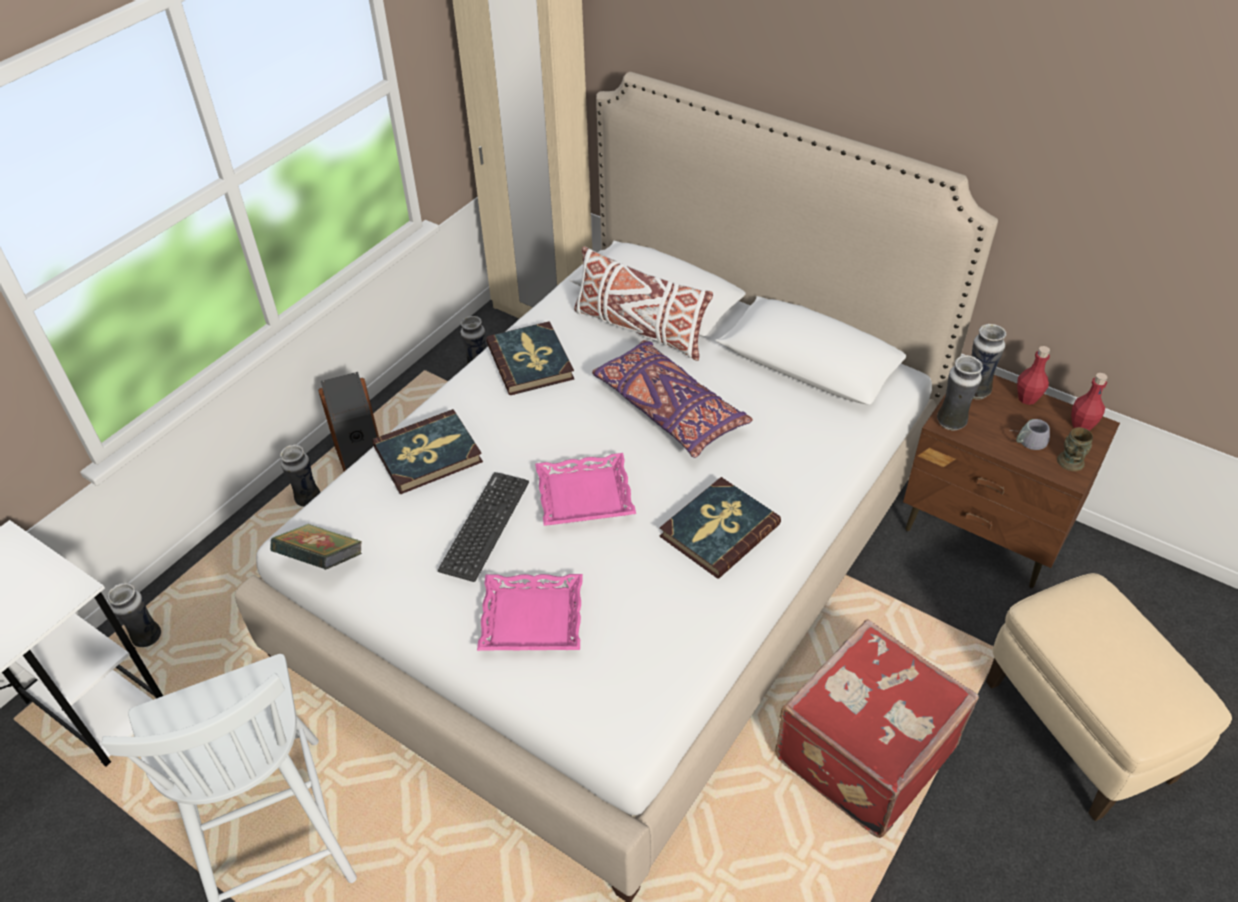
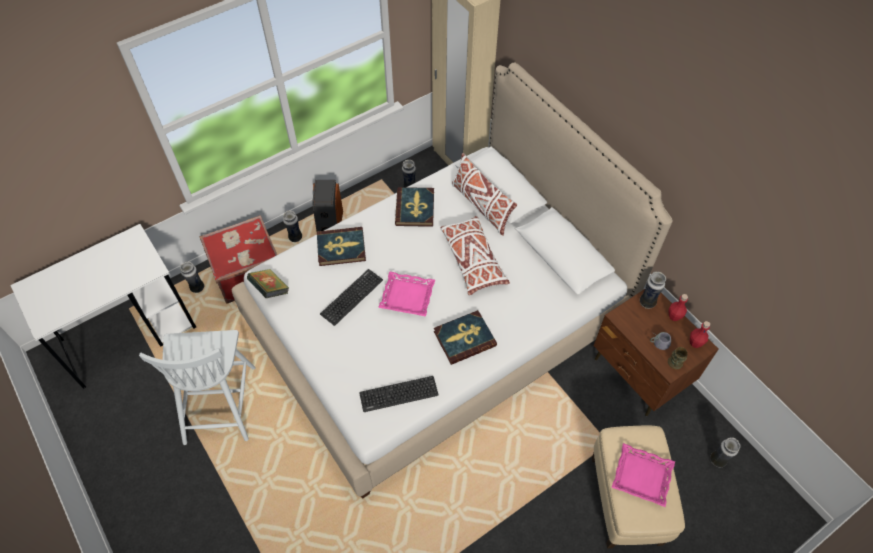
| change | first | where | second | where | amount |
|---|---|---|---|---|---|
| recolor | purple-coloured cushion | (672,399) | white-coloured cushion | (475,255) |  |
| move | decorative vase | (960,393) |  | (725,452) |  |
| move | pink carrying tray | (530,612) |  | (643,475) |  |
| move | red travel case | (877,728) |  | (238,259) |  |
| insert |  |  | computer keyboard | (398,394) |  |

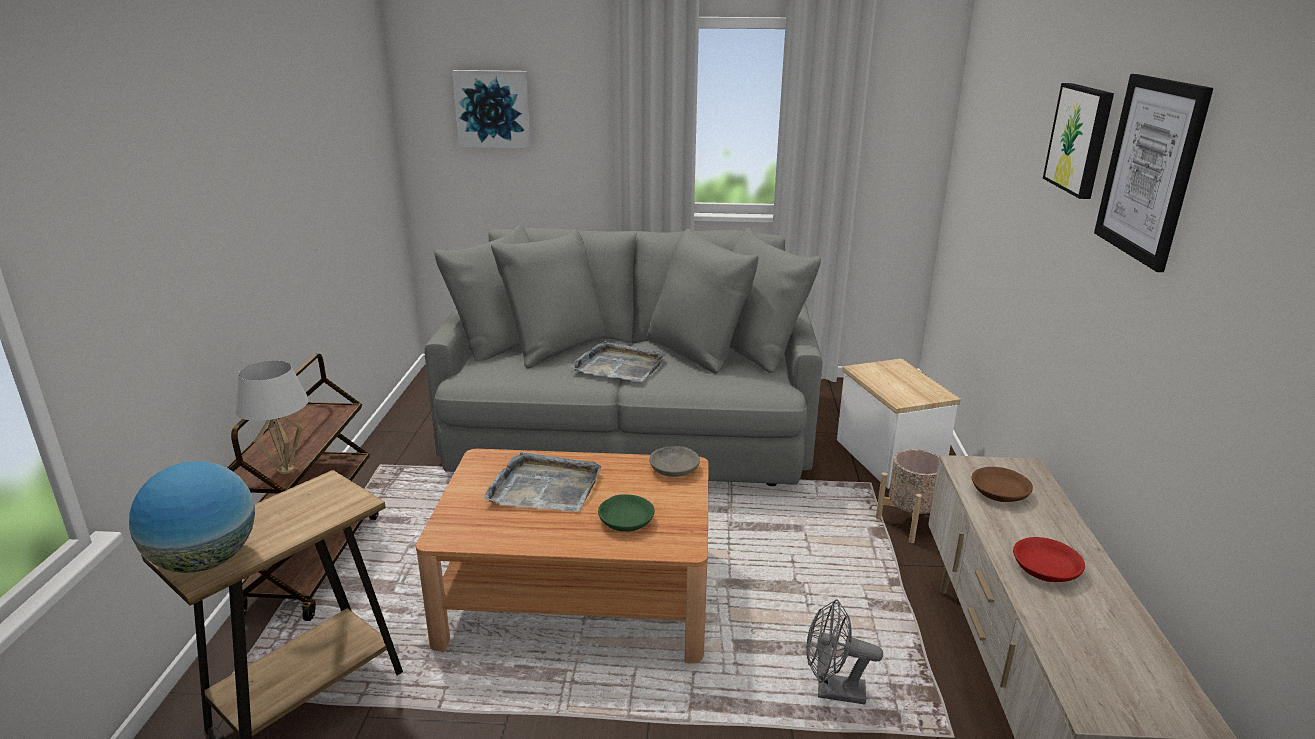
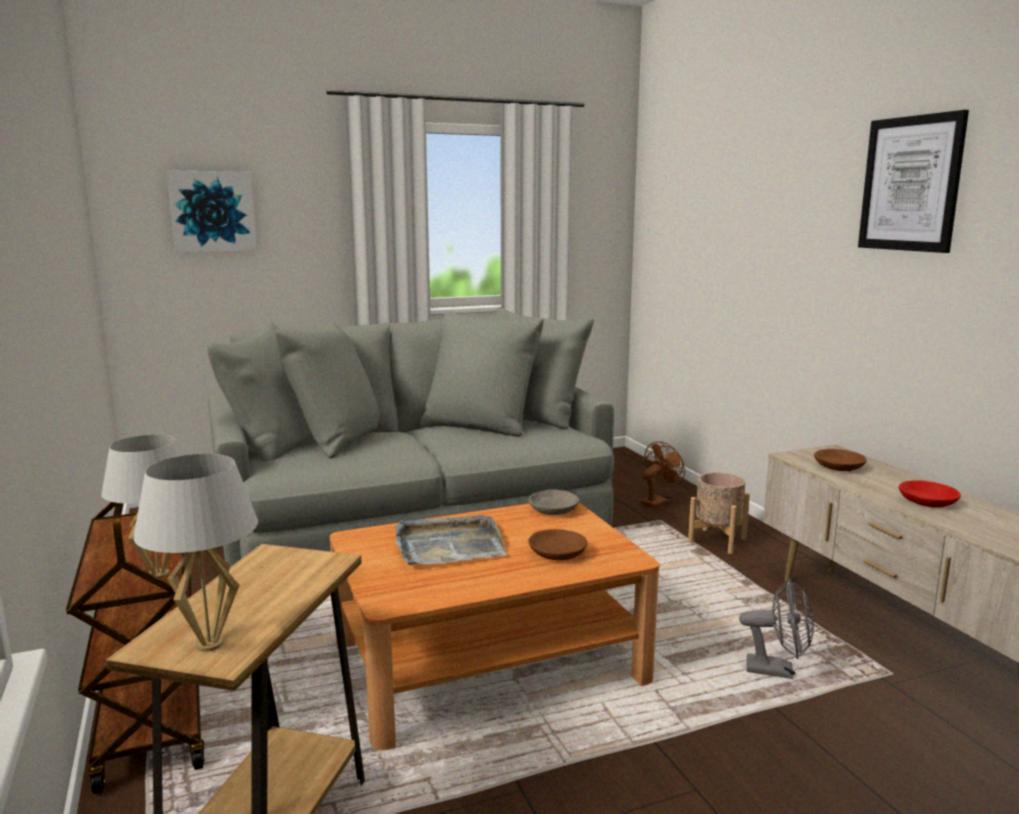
| change | first | where | second | where | amount |
|---|---|---|---|---|---|
| delete | wall picture | (1078,141) |  |  |  |
| delete | gray carrying tray | (618,361) |  |  |  |
| replace | accent table | (899,423) | brown-coloured fan | (662,474) |  |
| replace | globe | (192,517) | white-coloured lamp for a table | (196,553) |  |
| recolor | green-coloured bowl | (626,513) | brown-coloured bowl | (557,544) |  |
| rotate | gray fan | (844,651) |  | (776,628) | 150 degrees counterclockwise |

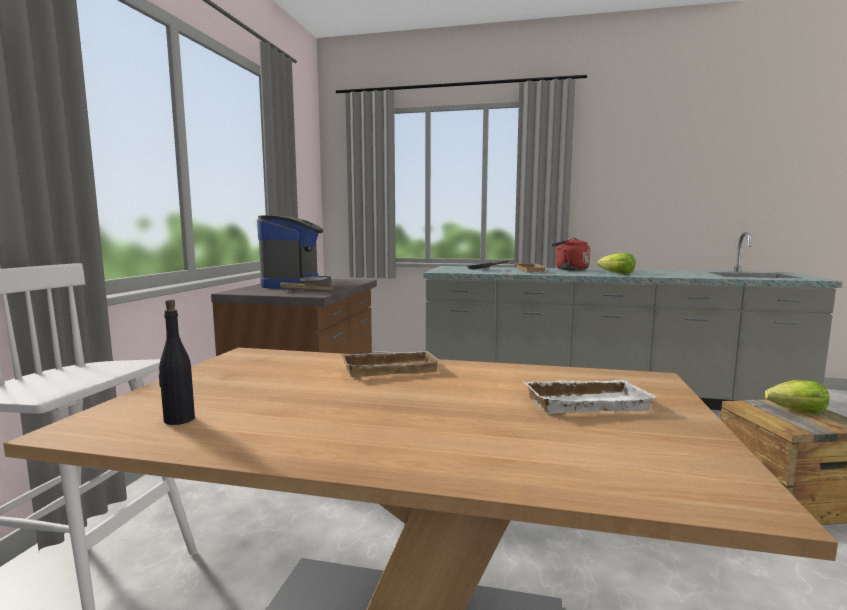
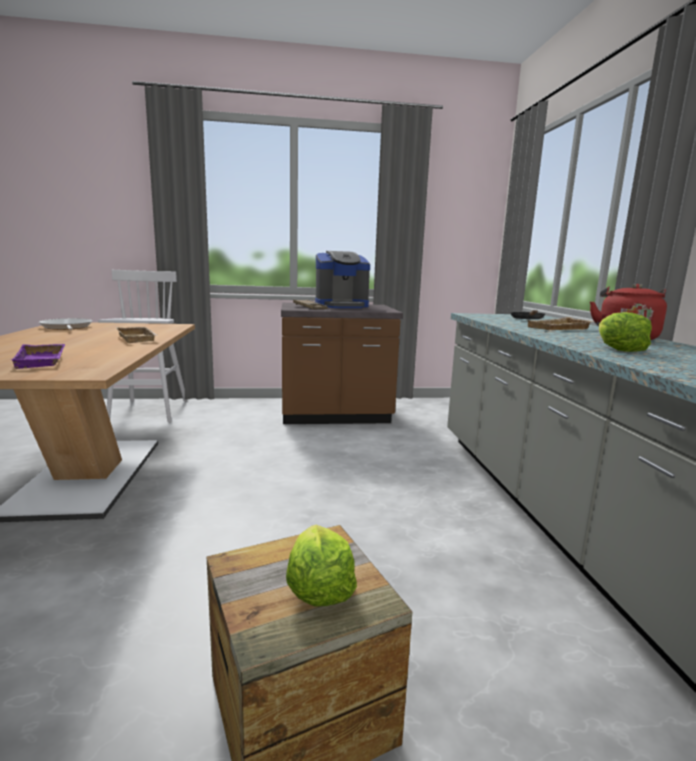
| change | first | where | second | where | amount |
|---|---|---|---|---|---|
| replace | black-coloured drink bottle | (177,362) | skillet | (65,324) |  |
| recolor | white-coloured carrying tray | (589,397) | purple-coloured carrying tray | (38,356) |  |

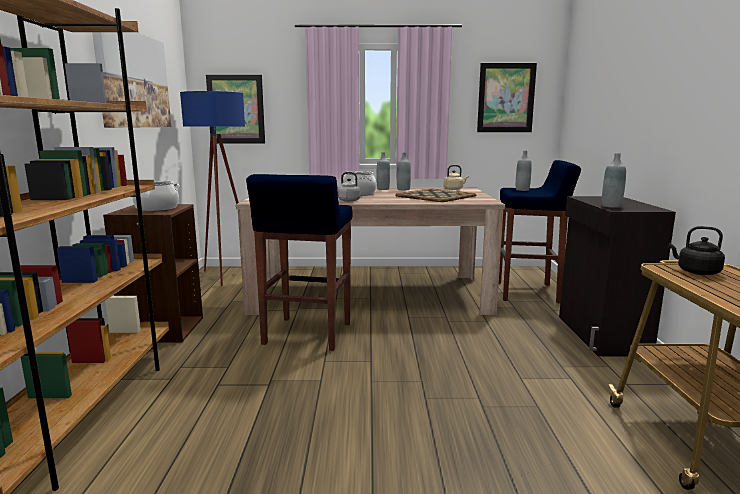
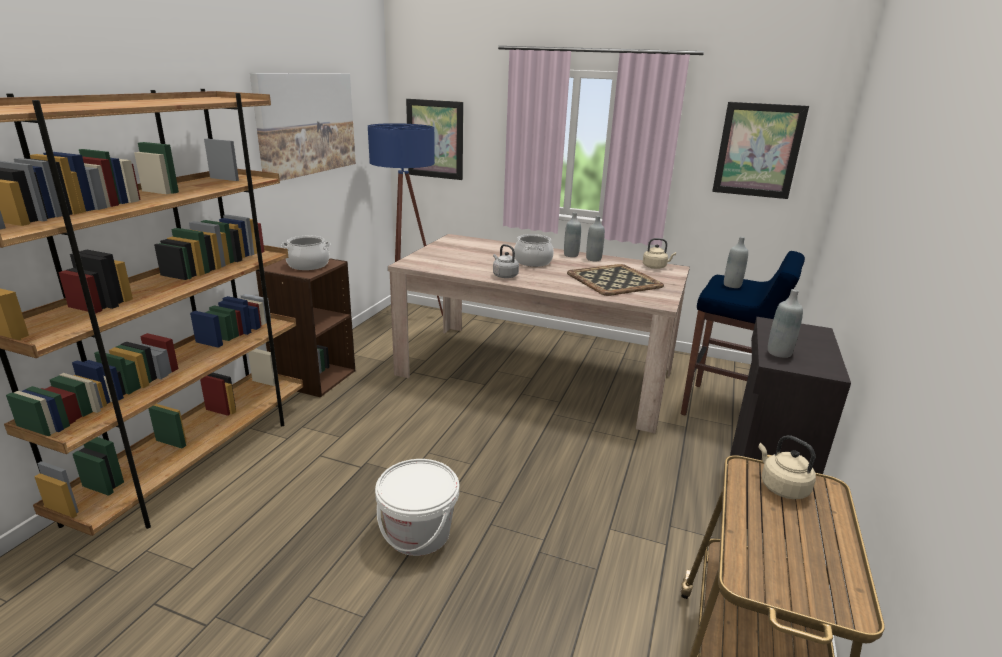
| change | first | where | second | where | amount |
|---|---|---|---|---|---|
| delete | blue-coloured stool seat | (299,262) |  |  |  |
| recolor | black-coloured kettle | (696,250) | beige kettle | (787,467) |  |
| insert |  |  | white-coloured bucket | (417,507) |  |

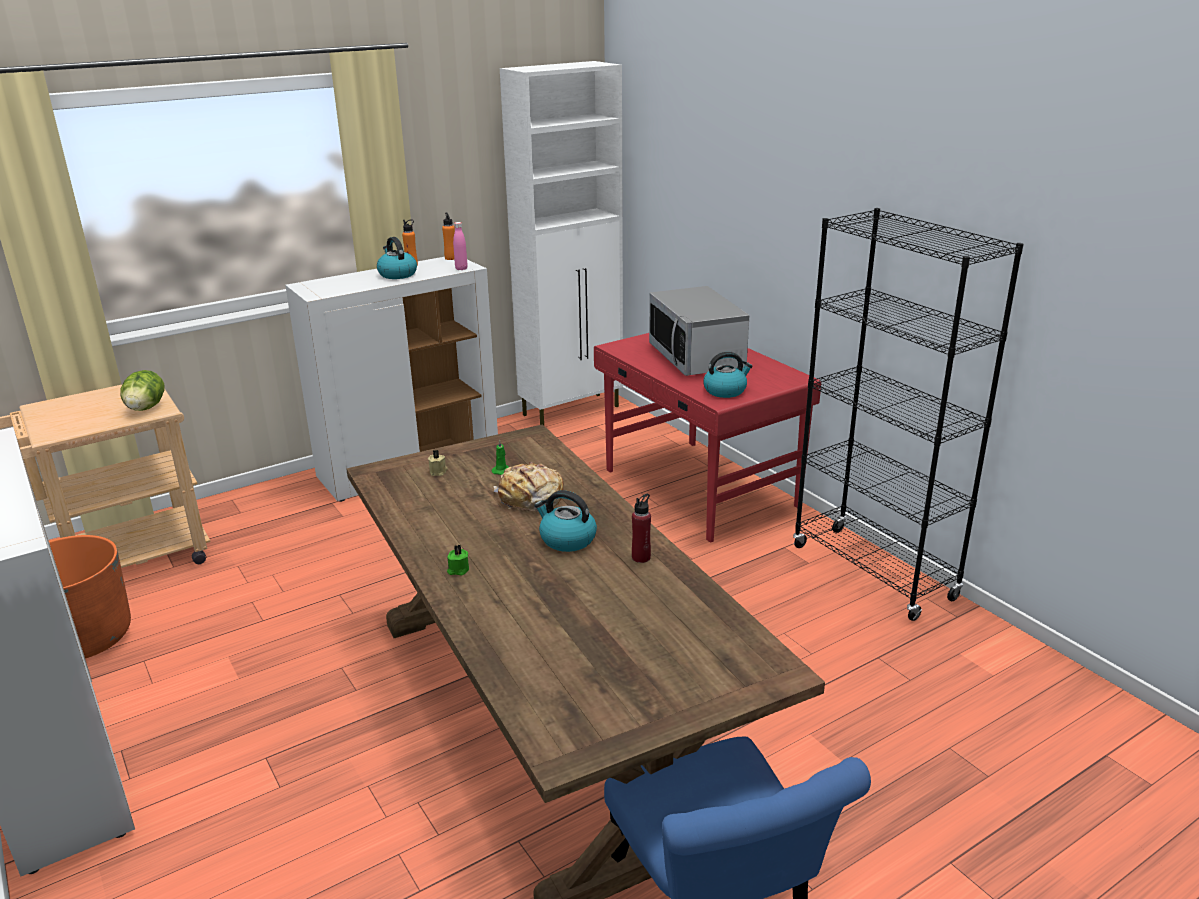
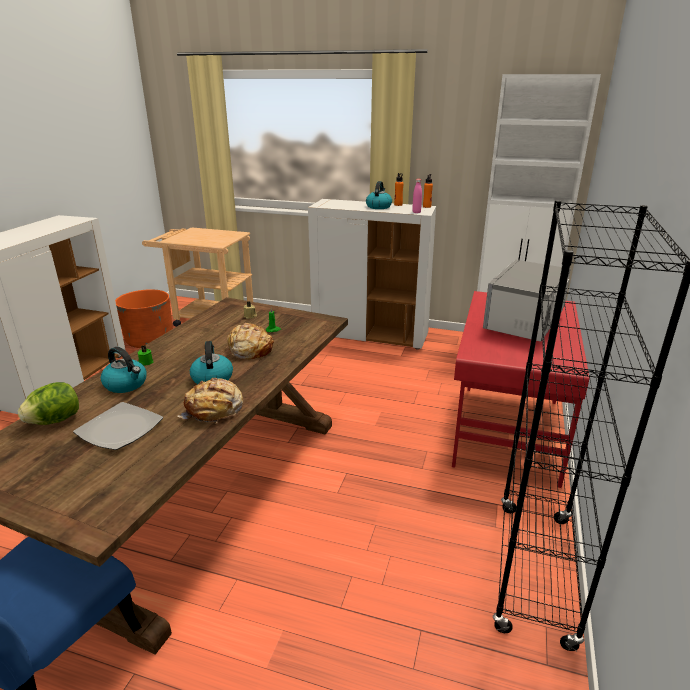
| change | first | where | second | where | amount |
|---|---|---|---|---|---|
| move | kettle | (728,375) |  | (123,370) |  |
| move | head of lettuce | (142,390) |  | (48,403) |  |
| replace | red drink bottle | (641,528) | baked bread | (210,400) |  |
| insert |  |  | dinner plate | (118,426) |  |

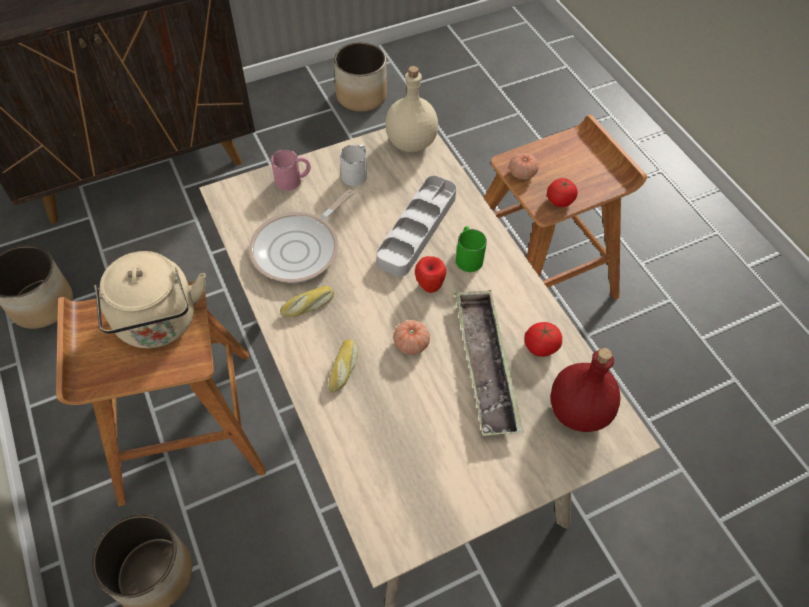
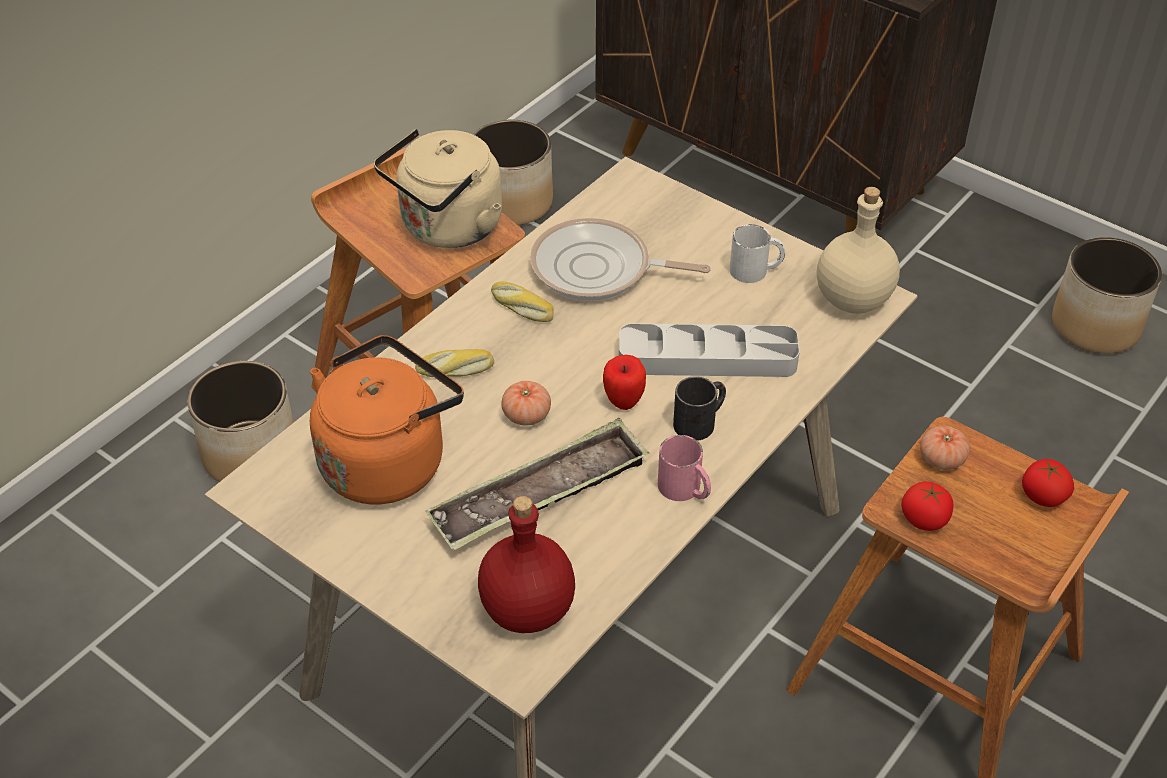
| change | first | where | second | where | amount |
|---|---|---|---|---|---|
| move | pink tea mug | (290,170) |  | (684,468) |  |
| recolor | green-coloured tea mug | (471,249) | black-coloured tea mug | (699,408) |  |
| move | whole tomato | (543,339) |  | (1048,483) |  |
| insert |  |  | orange-coloured kettle | (387,419) |  |

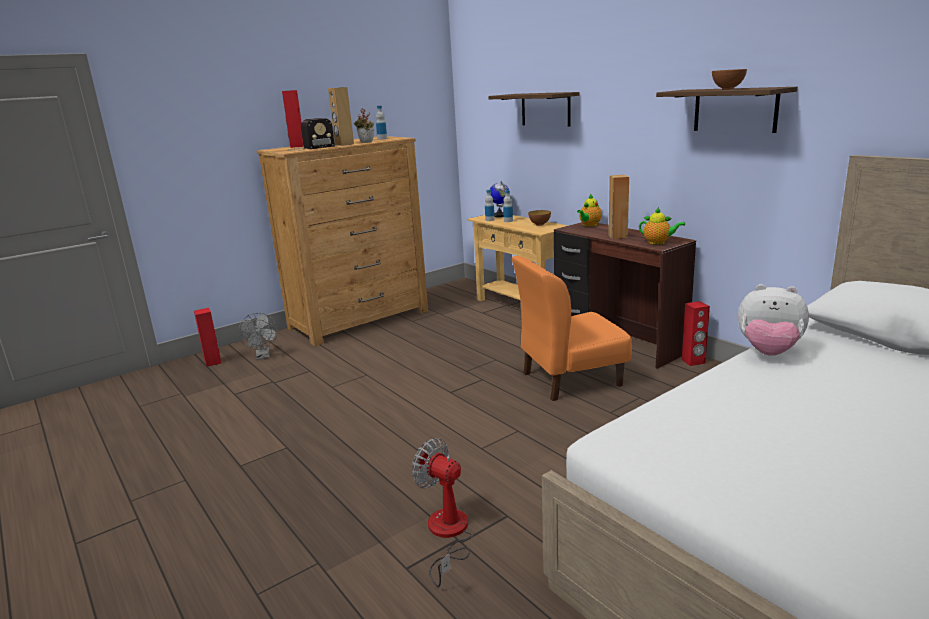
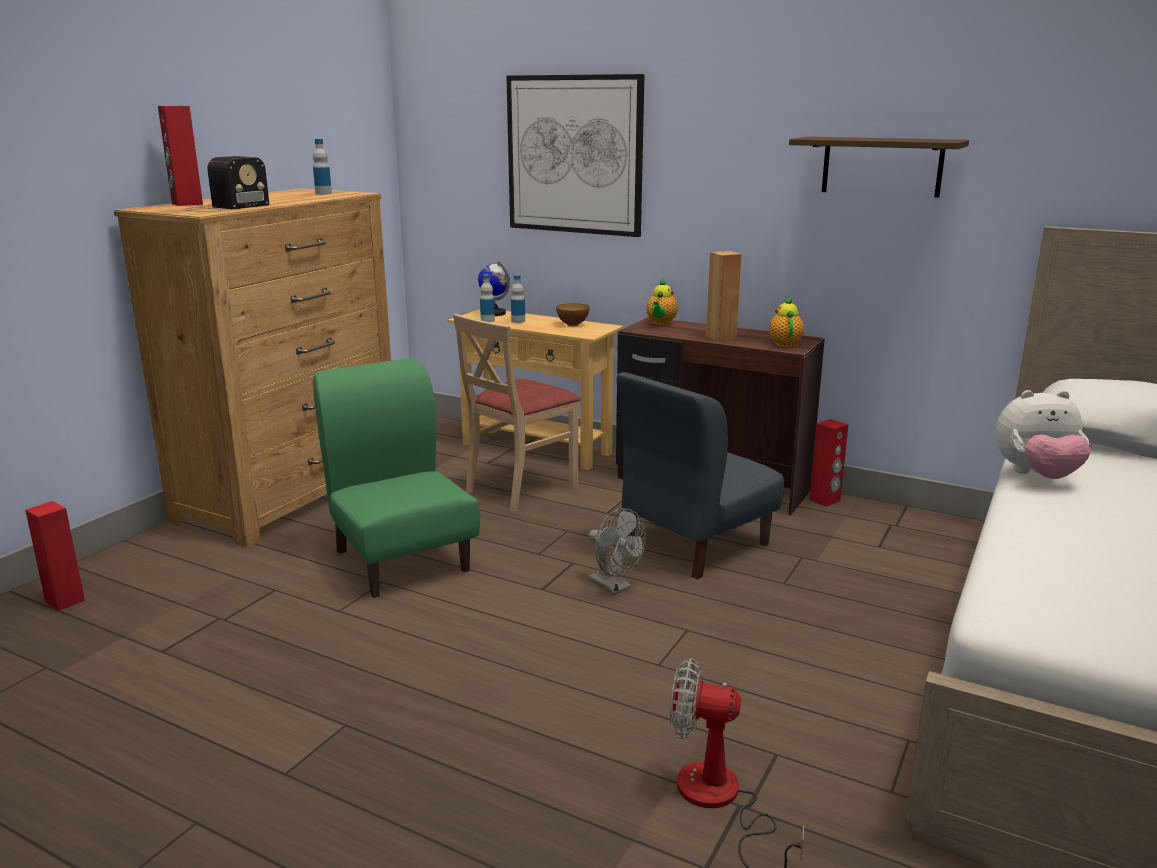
| change | first | where | second | where | amount |
|---|---|---|---|---|---|
| delete | bowl | (729,79) |  |  |  |
| delete | brown-coloured speaker | (341,116) |  |  |  |
| replace | bracket shelf | (533,109) | wall picture | (575,155) |  |
| delete | plant in a pot | (364,125) |  |  |  |
| rotate | pot for tea | (662,225) |  | (786,321) | 90 degrees counterclockwise |
| recolor | orange-coloured upright chair | (572,328) | blue-coloured upright chair | (700,476) |  |
| move | gray fan | (258,336) |  | (617,551) |  |
| insert |  |  | beige upright chair | (517,413) |  |
| insert |  |  | green-coloured upright chair | (396,478) |  |

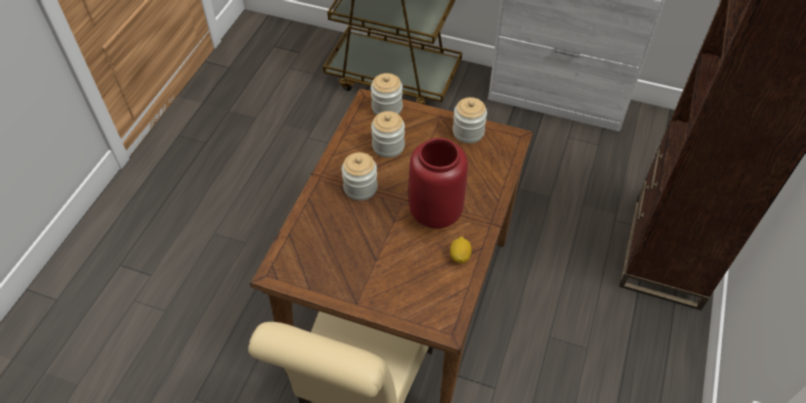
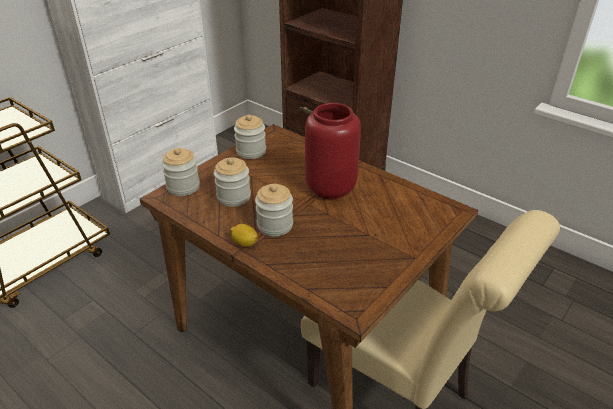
| change | first | where | second | where | amount |
|---|---|---|---|---|---|
| move | whole lemon | (461,250) |  | (244,235) |  |

